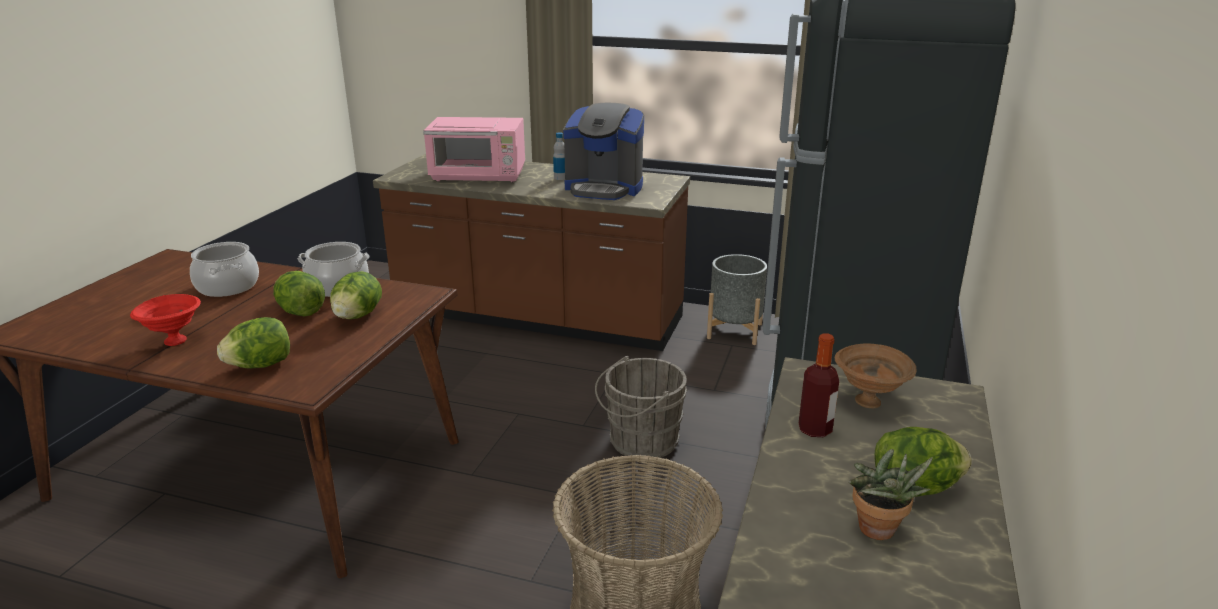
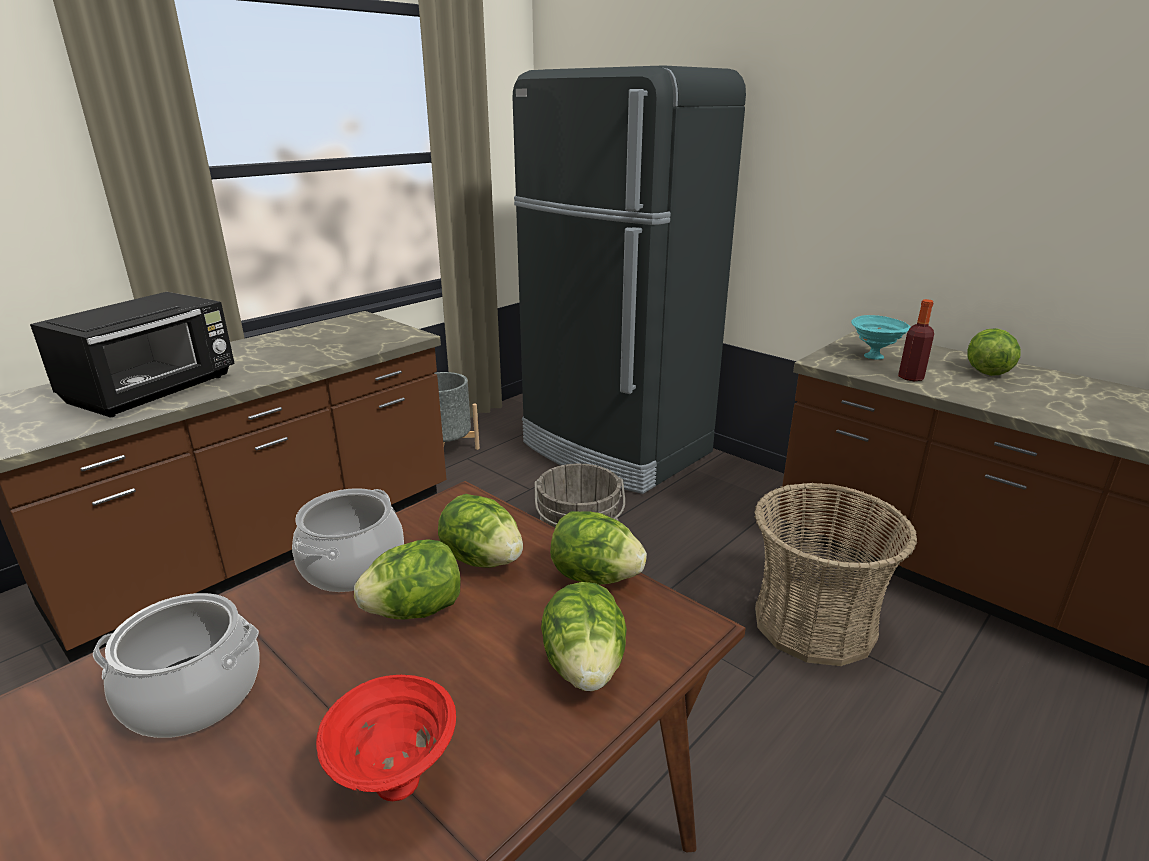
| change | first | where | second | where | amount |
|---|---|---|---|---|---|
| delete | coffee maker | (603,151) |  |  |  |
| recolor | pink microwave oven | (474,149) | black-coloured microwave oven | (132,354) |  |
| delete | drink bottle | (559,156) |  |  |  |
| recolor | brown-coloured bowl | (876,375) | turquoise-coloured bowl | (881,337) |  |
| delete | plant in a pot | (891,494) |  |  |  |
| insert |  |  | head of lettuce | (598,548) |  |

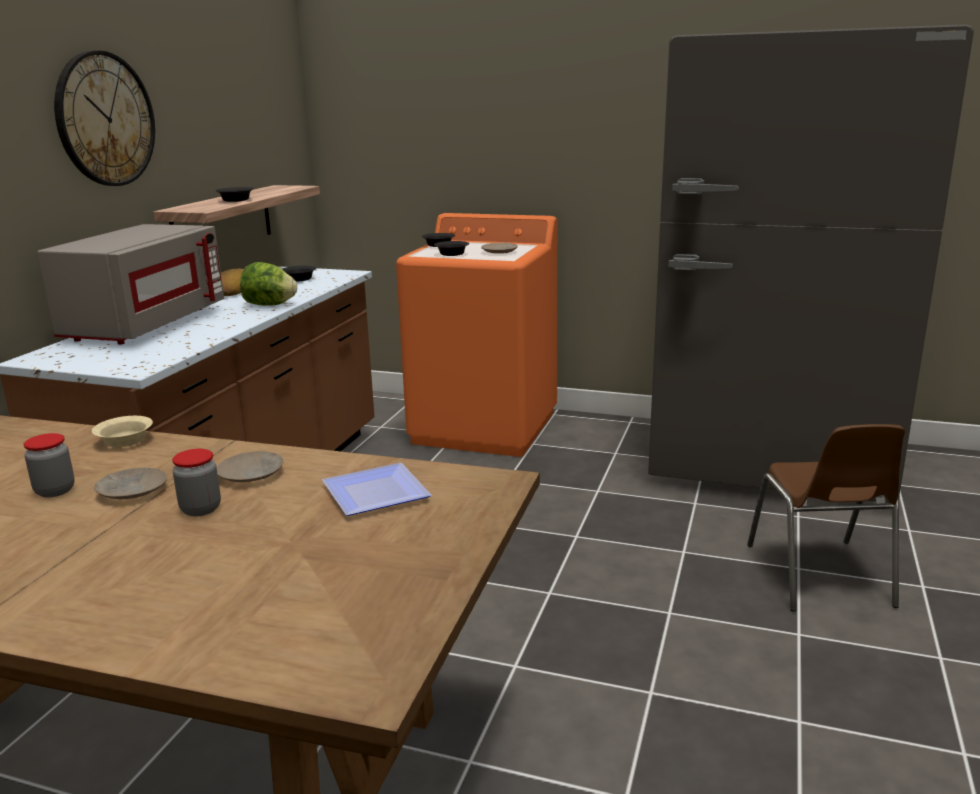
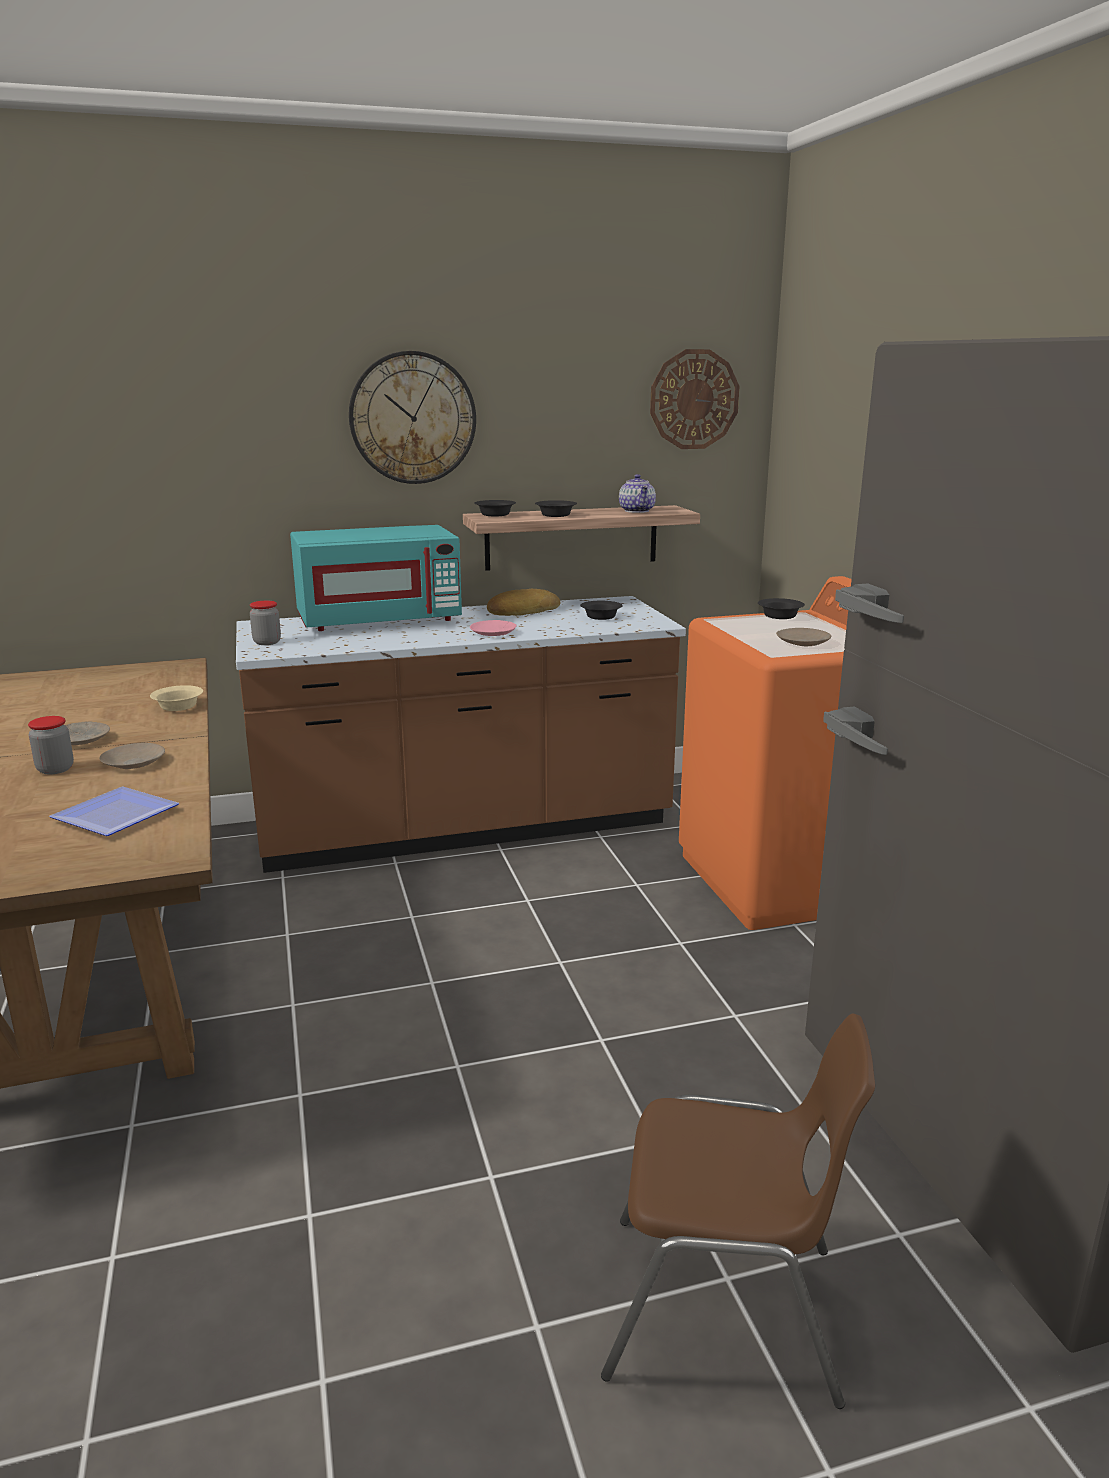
| change | first | where | second | where | amount |
|---|---|---|---|---|---|
| recolor | gray microwave oven | (130,284) | turquoise-coloured microwave oven | (376,578) |  |
| move | black-coloured bowl | (451,248) |  | (495,508) |  |
| replace | head of lettuce | (268,284) | pink dinner plate | (493,628) |  |
| rotate | brown-coloured upright chair | (826,518) |  | (738,1211) | 135 degrees counterclockwise |
| move | jar | (48,465) |  | (265,623) |  |
| insert |  |  | wall clock | (694,399) |  |
| insert |  |  | pot for tea | (637,493) |  |

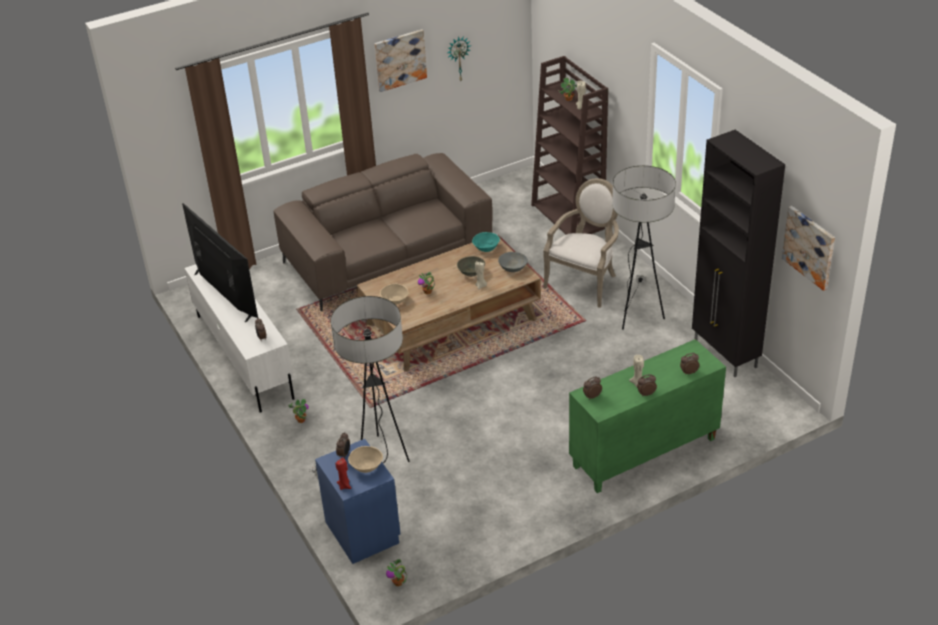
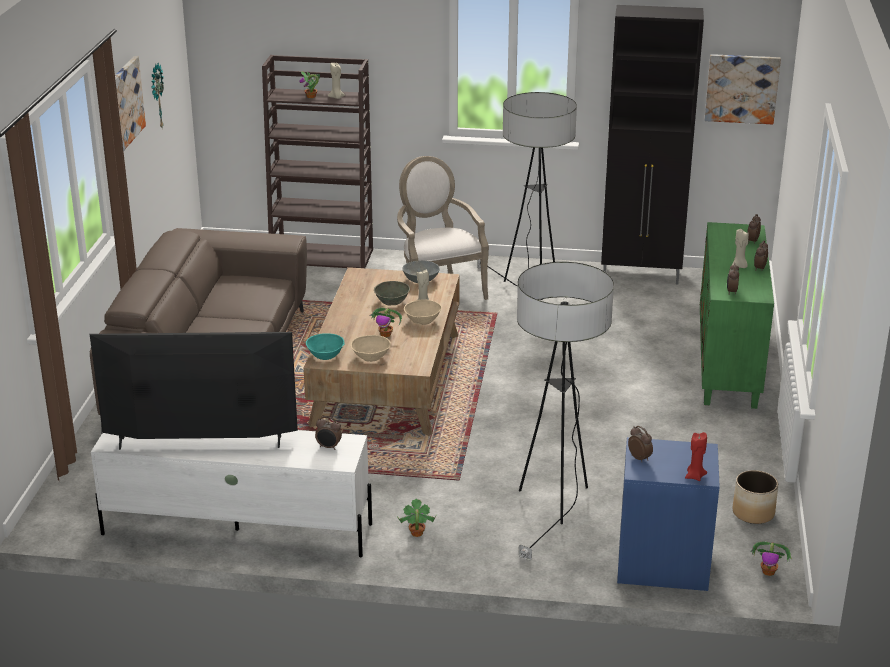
| change | first | where | second | where | amount |
|---|---|---|---|---|---|
| move | turquoise-coloured bowl | (486,242) |  | (325,346) |  |
| move | beige bowl | (365,459) |  | (423,312) |  |
| insert |  |  | plant pot | (755,497) |  |

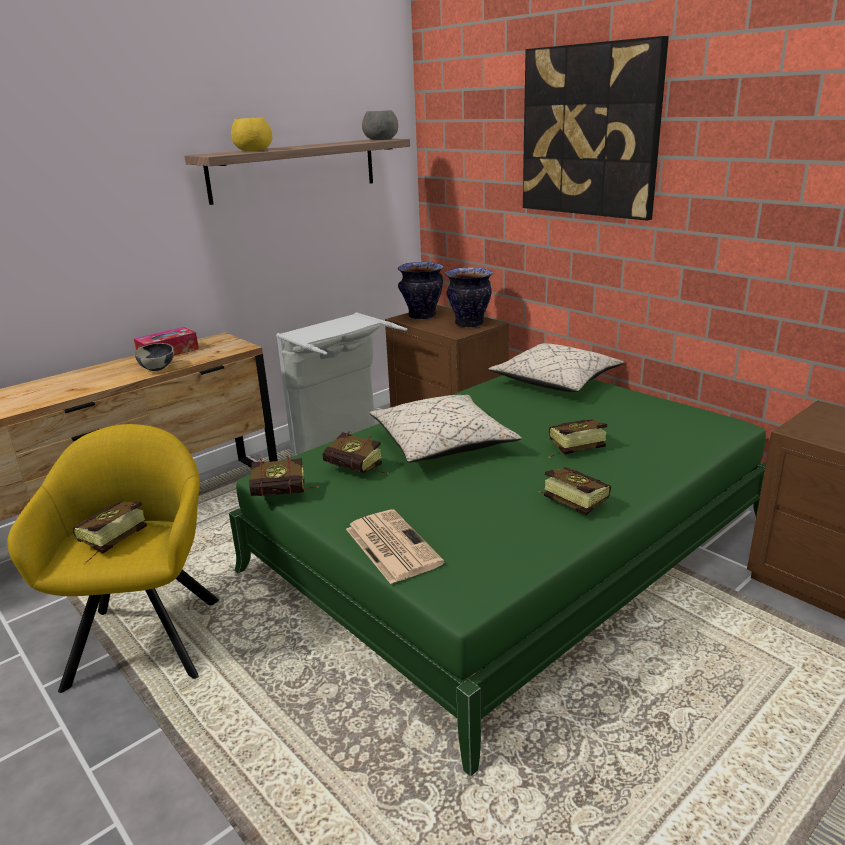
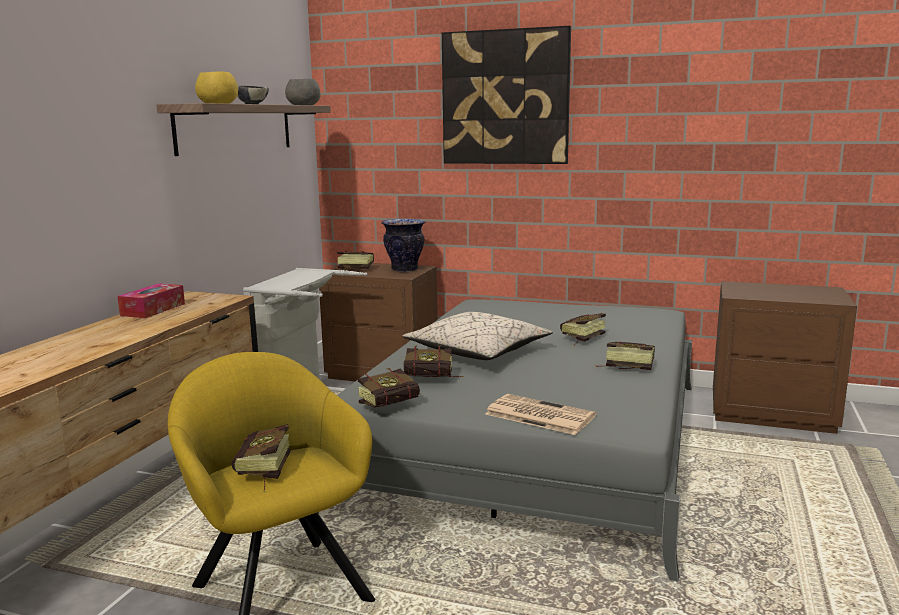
| change | first | where | second | where | amount |
|---|---|---|---|---|---|
| replace | decorative vase | (421,291) | book | (352,260) |  |
| move | bowl | (154,357) |  | (253,95) |  |
| delete | beige cushion | (556,367) |  |  |  |
| recolor | green-coloured bedroom bed | (497,575) | gray bedroom bed | (504,440) |  |

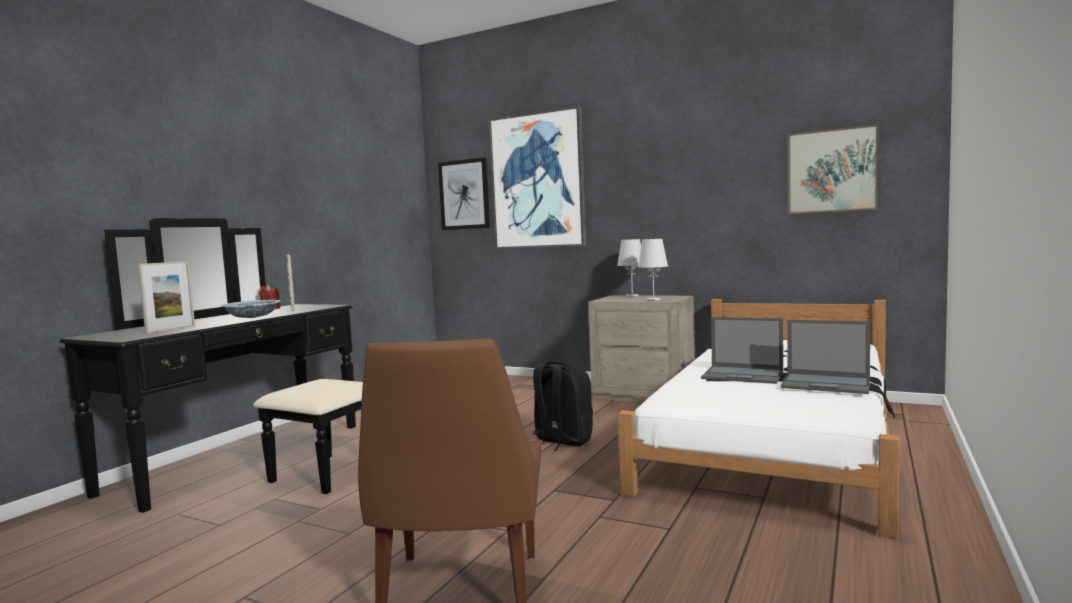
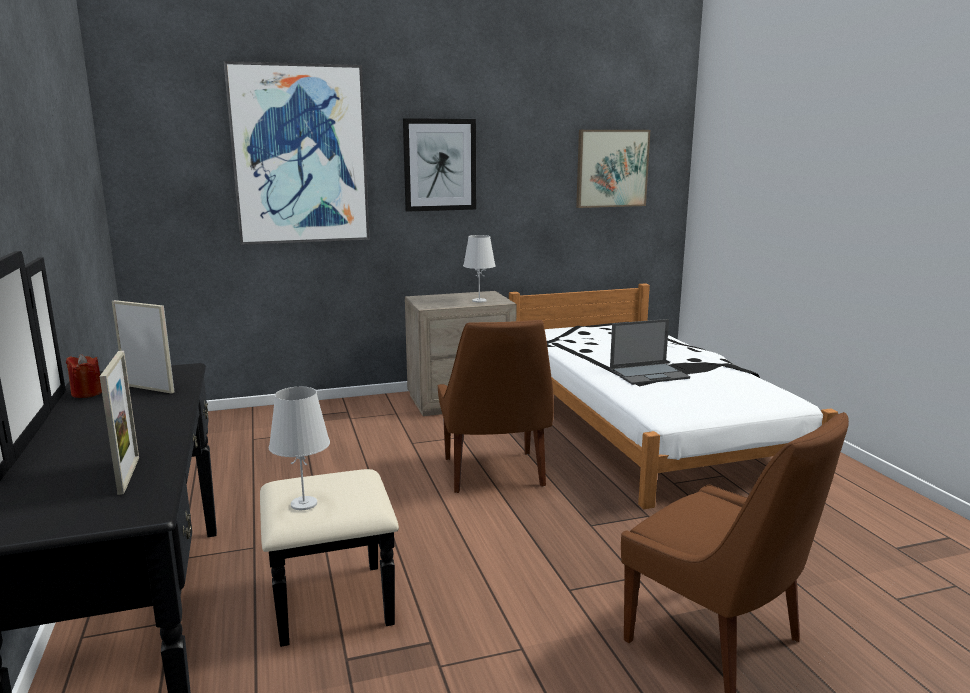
| change | first | where | second | where | amount |
|---|---|---|---|---|---|
| move | wall picture | (464,193) |  | (439,165) |  |
| move | white-coloured lamp for a table | (629,268) |  | (299,448) |  |
| delete | bowl | (251,309) |  |  |  |
| delete | notebook computer | (825,357) |  |  |  |
| replace | black-coloured rucksack | (563,406) | brown-coloured upright chair | (496,406) |  |

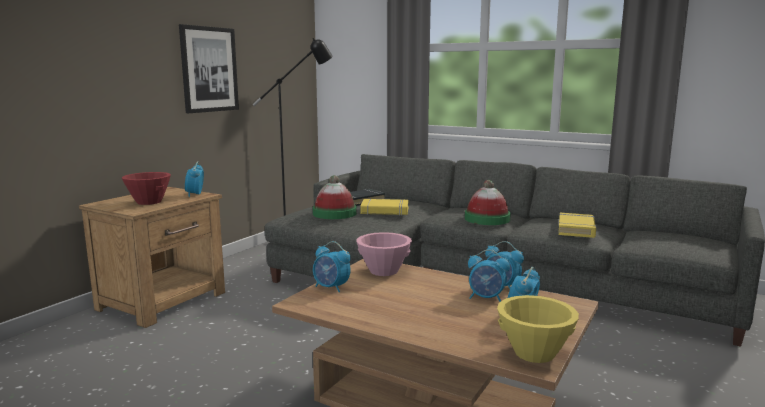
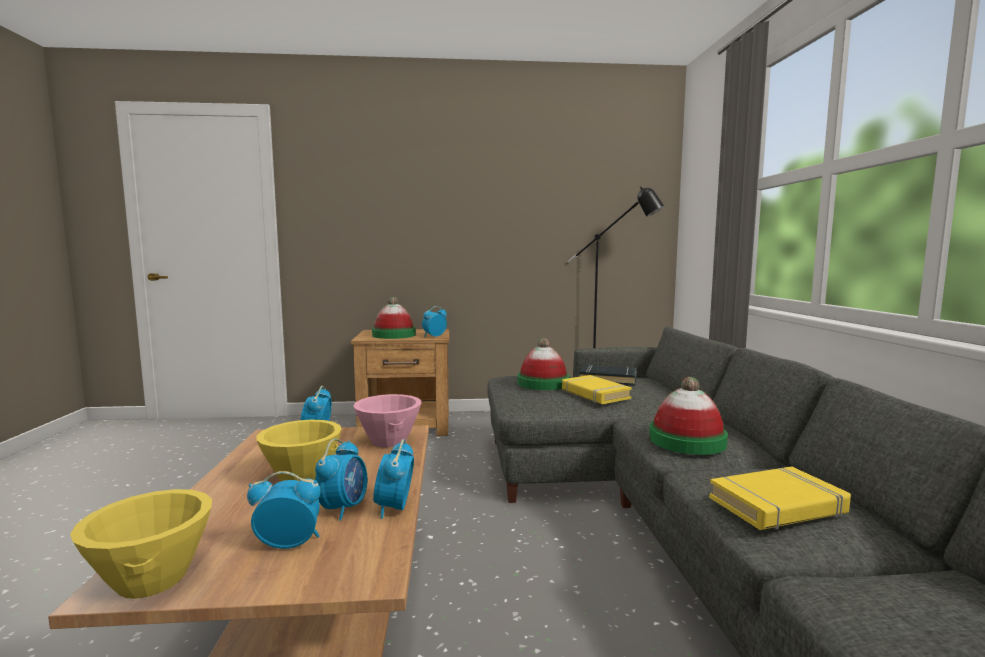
| change | first | where | second | where | amount |
|---|---|---|---|---|---|
| delete | wall picture | (209,68) |  |  |  |
| replace | red bowl | (146,188) | hat | (394,318) |  |
| rotate | bedside clock | (489,276) |  | (341,479) | 150 degrees counterclockwise |
| insert |  |  | yellow-coloured bowl | (299,450) |  |

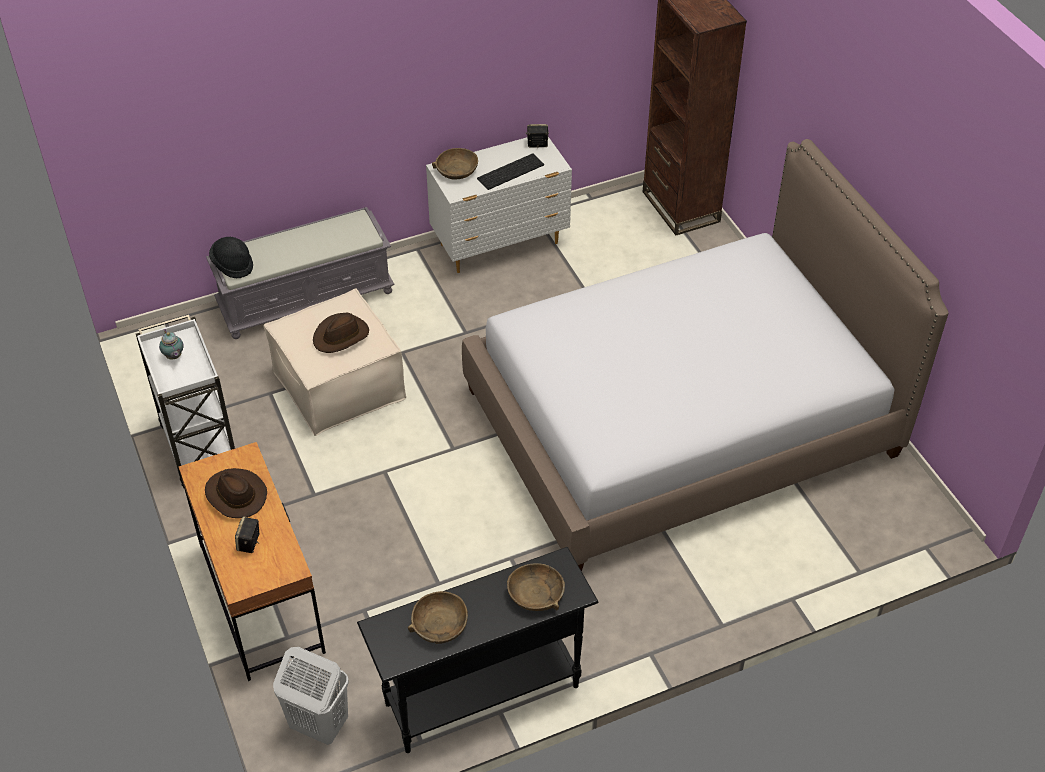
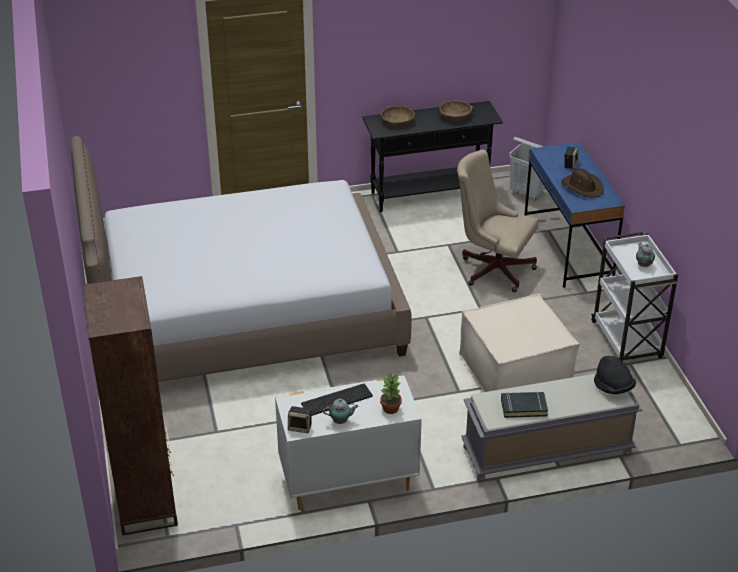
| change | first | where | second | where | amount |
|---|---|---|---|---|---|
| replace | brown-coloured bowl | (455,163) | plant in a pot | (391,392) |  |
| delete | brown-coloured hat | (341,333) |  |  |  |
| recolor | brown-coloured desk unit | (252,561) | blue-coloured desk unit | (574,215) |  |
| insert |  |  | beige desk chair | (498,220) |  |
| insert |  |  | black-coloured book | (524,404) |  |
| insert |  |  | pot for tea | (341,411) |  |

